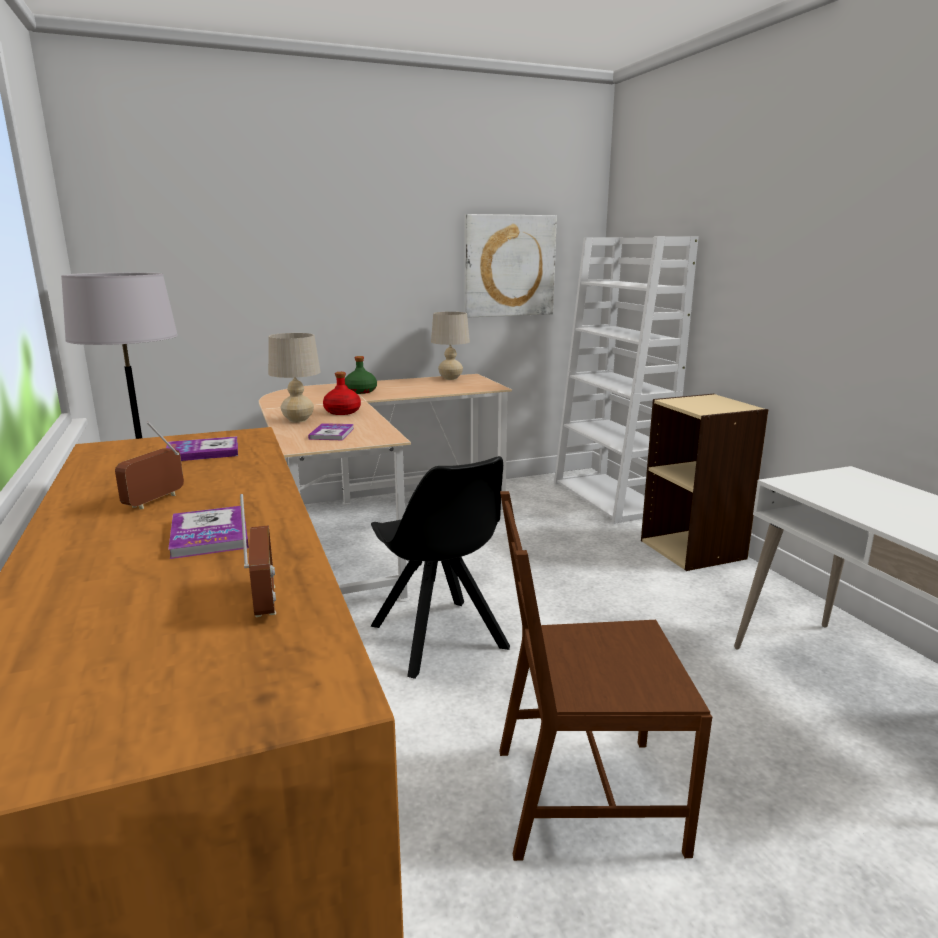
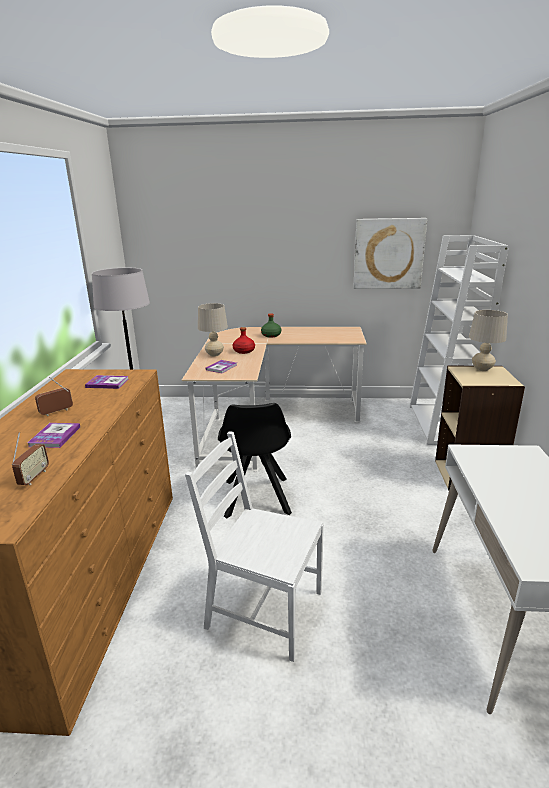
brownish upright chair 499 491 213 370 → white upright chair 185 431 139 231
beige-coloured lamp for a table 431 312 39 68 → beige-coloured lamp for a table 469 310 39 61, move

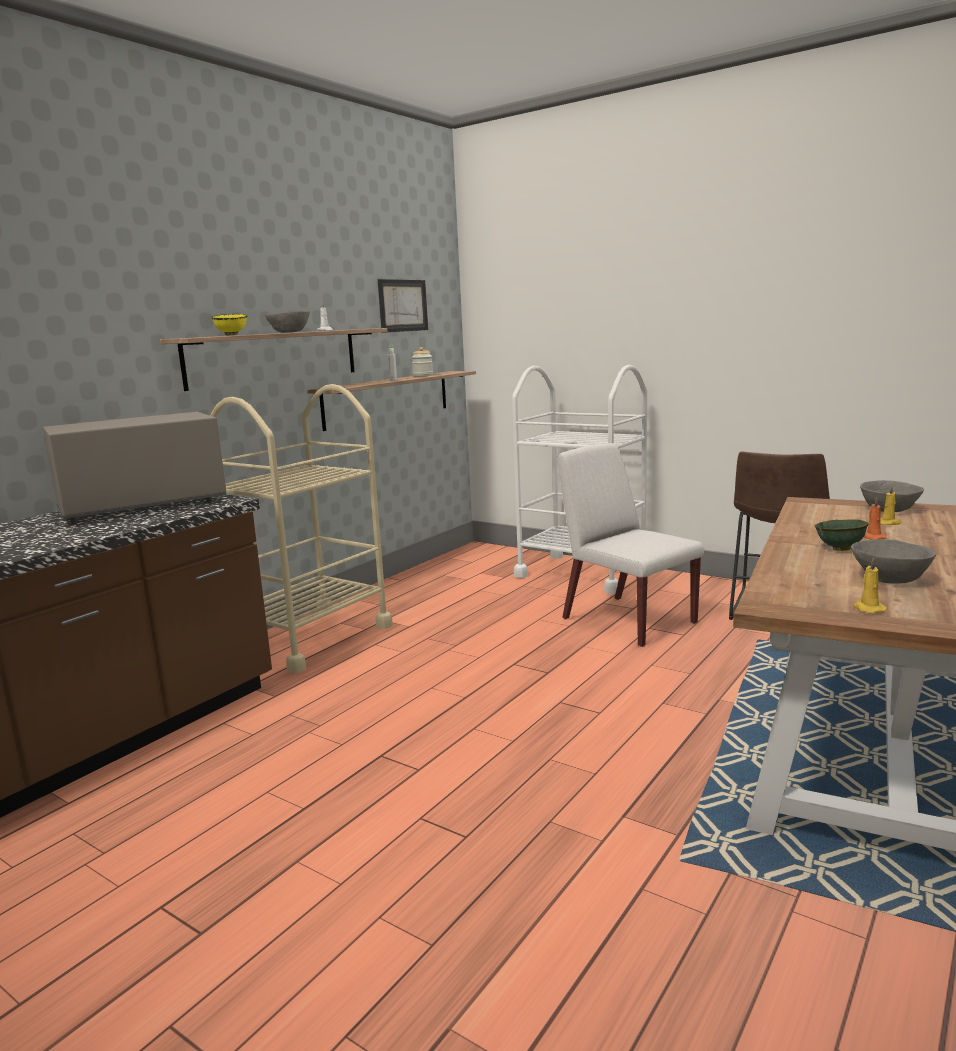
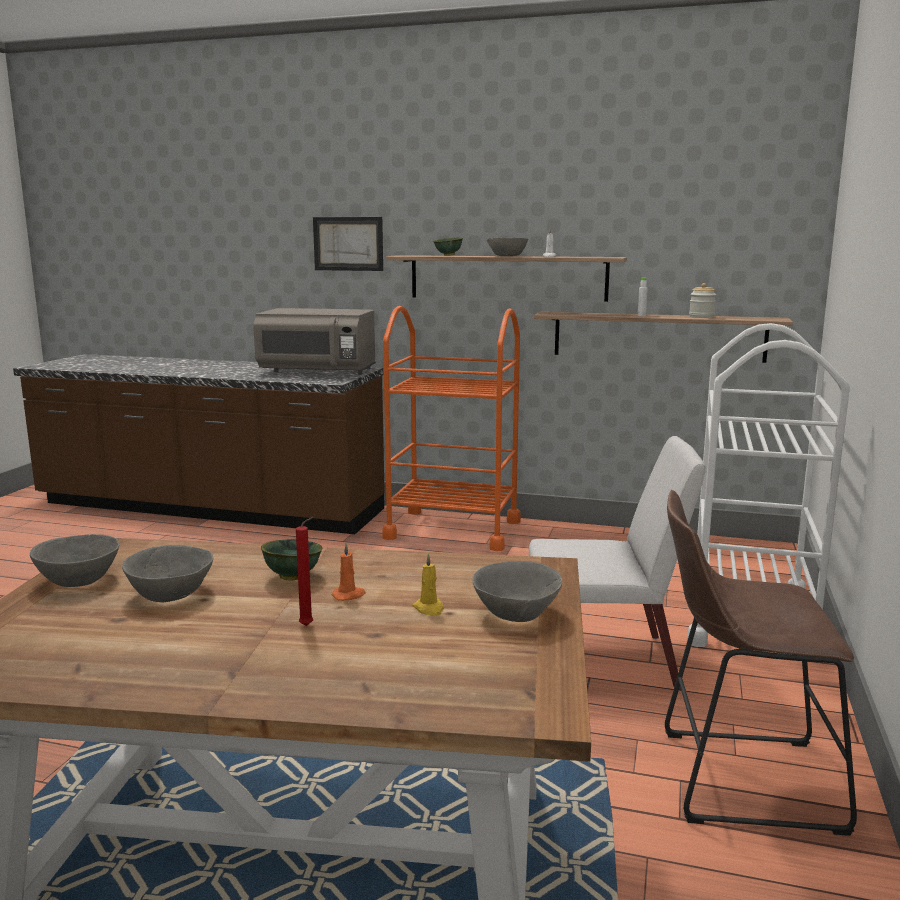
yellowish candle 853 557 34 57 → grey serving bowl 30 534 89 53
grey microwave 43 412 183 112 → grey microwave 253 308 123 66, 150 degrees clockwise
- → red-coloured candle 296 517 18 109
picture 378 279 50 54 → picture 313 217 70 54, move
beige-coloured trolley 210 384 183 289 → orange-coloured trolley 382 306 139 245
yellowish serving bowl 211 314 37 21 → green-coloured serving bowl 433 238 30 18
white upright chair 557 443 147 204 → white upright chair 529 436 177 255, 60 degrees clockwise

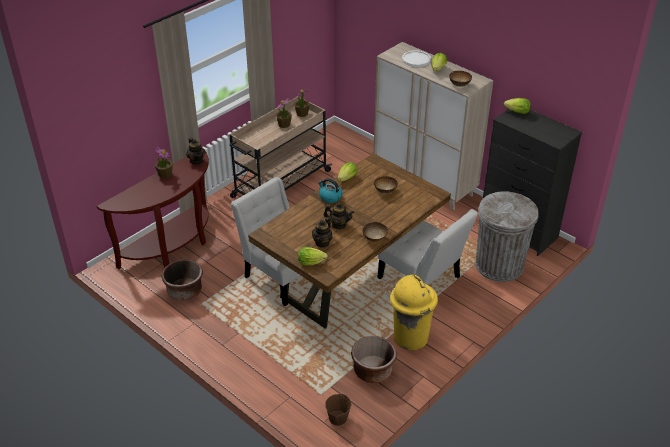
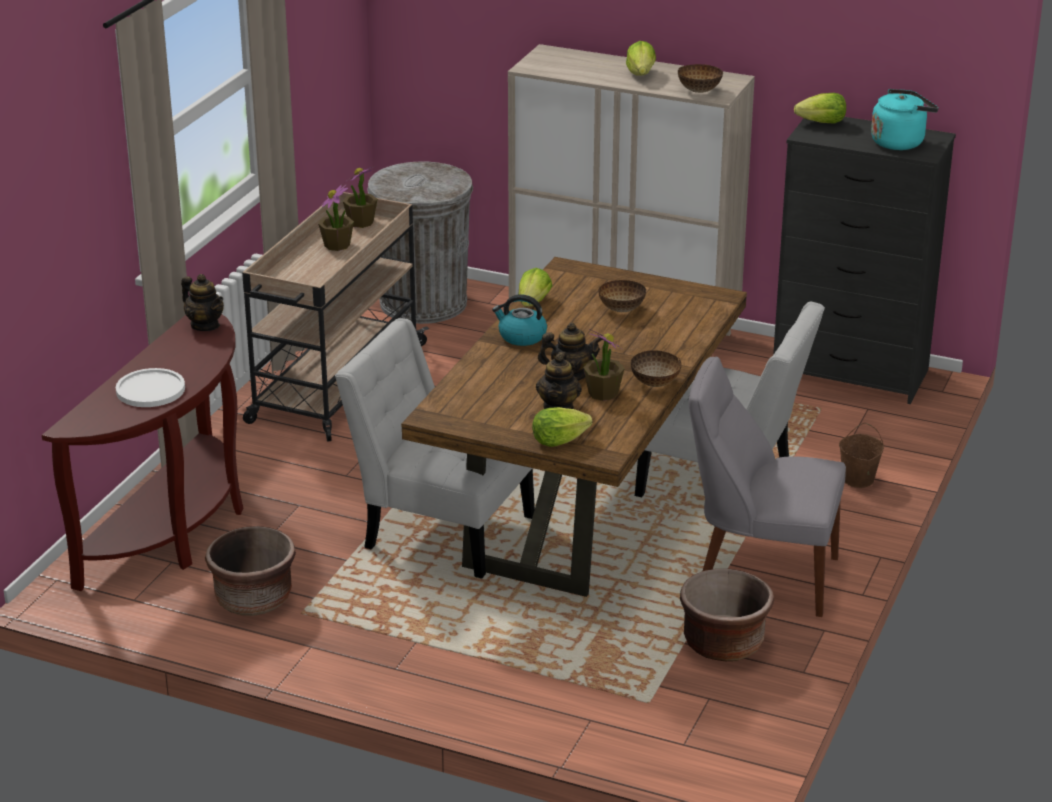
white plate 402 50 29 17 → white plate 116 368 69 39, move
grey trash can 475 191 63 91 → grey trash can 367 162 106 162, move
potted plant 154 146 19 32 → potted plant 583 329 41 72, move
yellowish trash can 390 275 48 75 → grey upright chair 689 356 157 261
brownish bucket 325 394 26 32 → brownish bucket 839 423 45 65, move
- → turquoise-coloured kettle 871 89 68 61

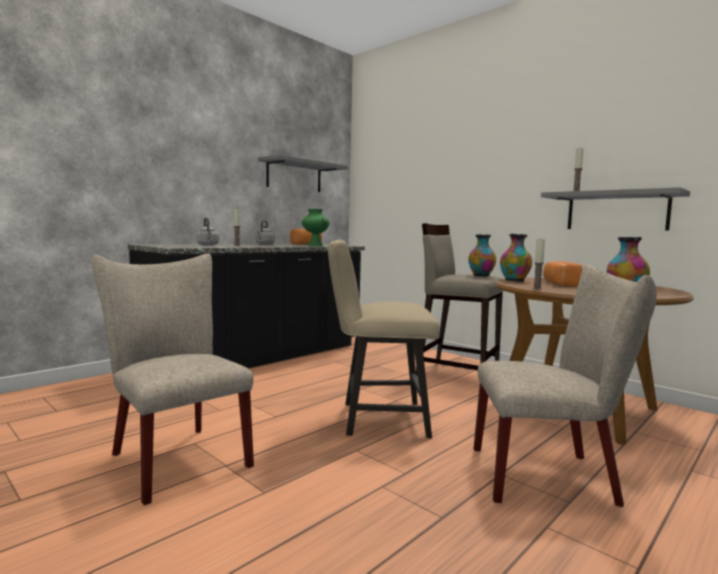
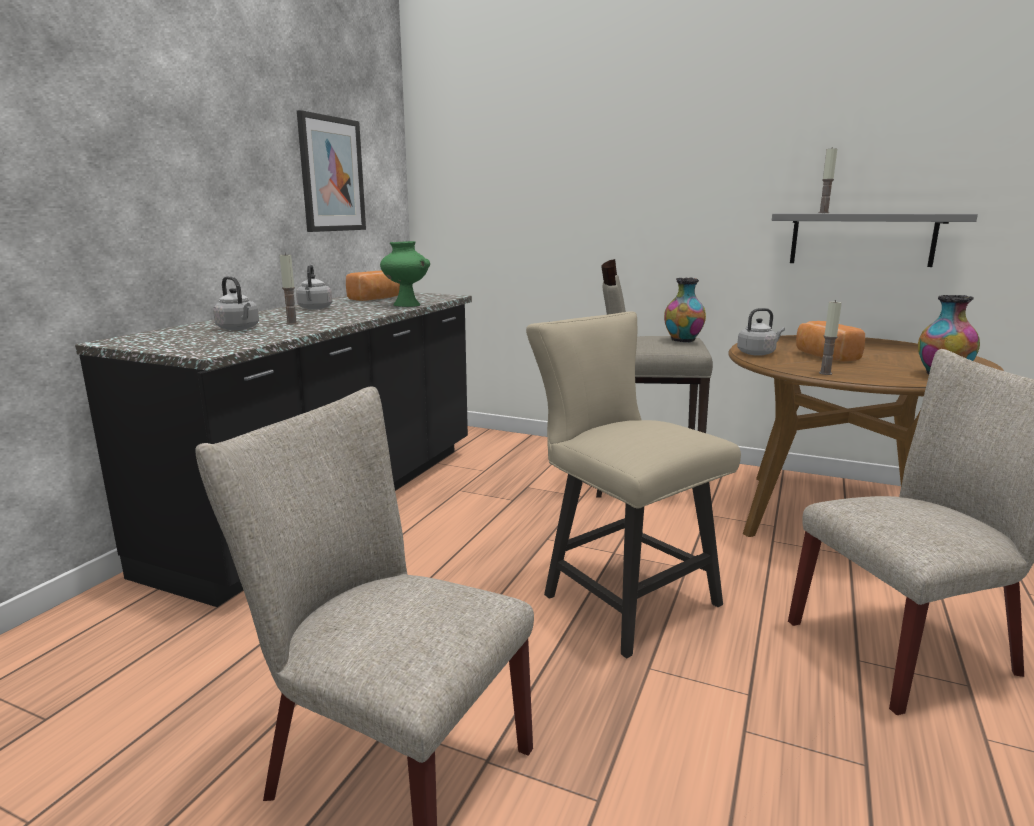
grey shelf 258 154 90 38 → picture 297 110 69 122
beige-coloured upright chair 328 239 112 199 → beige-coloured upright chair 526 311 215 347, 75 degrees clockwise
vase 500 234 32 48 → grey kettle 737 308 48 48

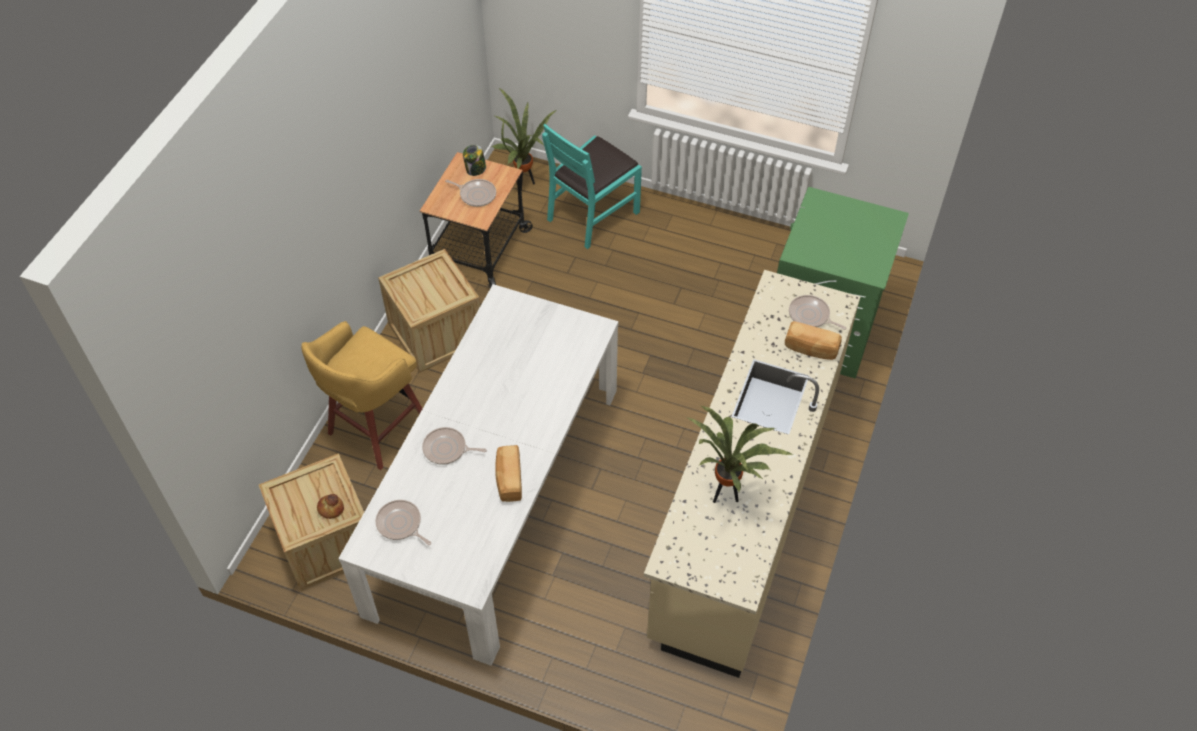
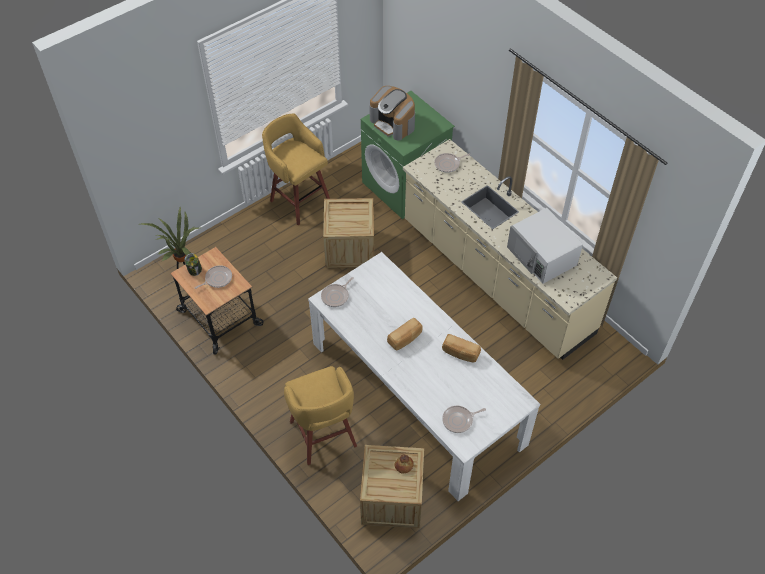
- → yellowish stool 262 113 68 112
frying pan 422 427 65 38 → frying pan 321 277 33 30, move
packing crate 378 249 102 124 → packing crate 323 198 51 70, move
- → coffee brewer 369 86 46 55
baked bread 785 321 57 39 → baked bread 387 318 36 32, move
potted plant 688 406 105 97 → white microwave 507 208 76 76
turquoise-coloured upright chair 542 124 100 125 → -

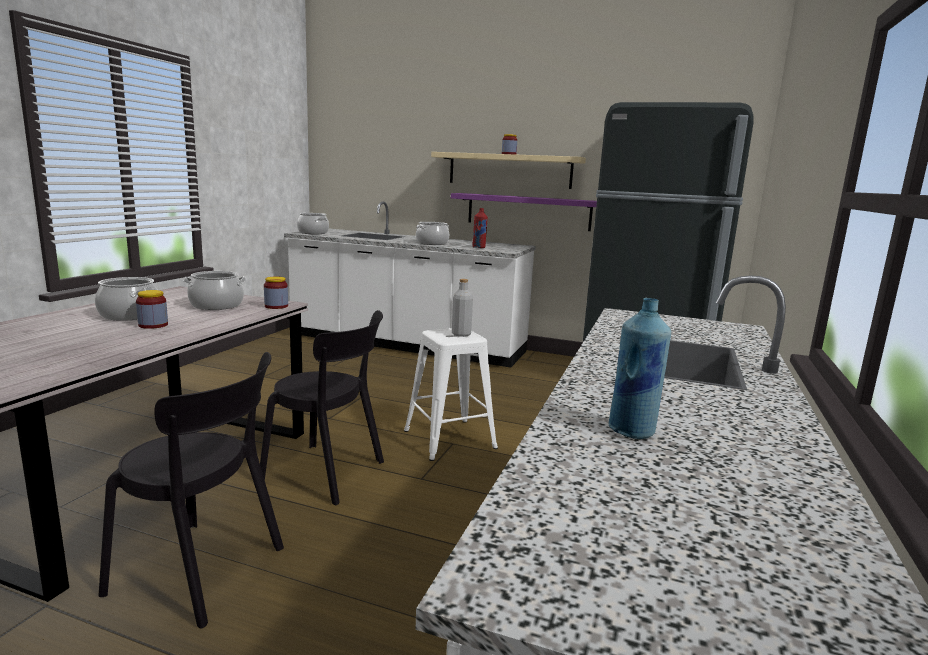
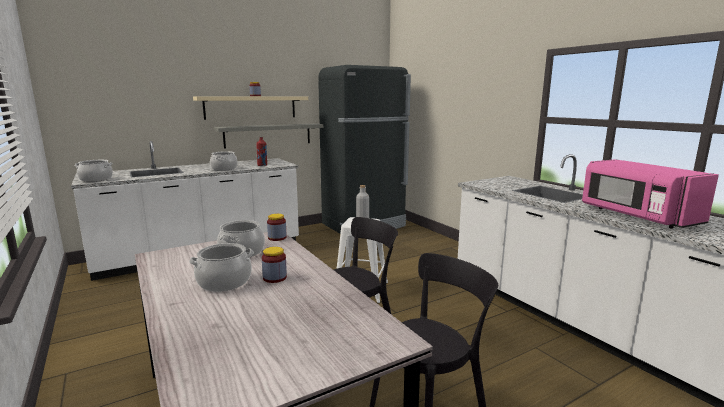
purple shelf 451 193 146 38 → grey shelf 214 123 109 25
blue drink bottle 609 298 62 141 → pink-coloured microwave 582 159 137 69

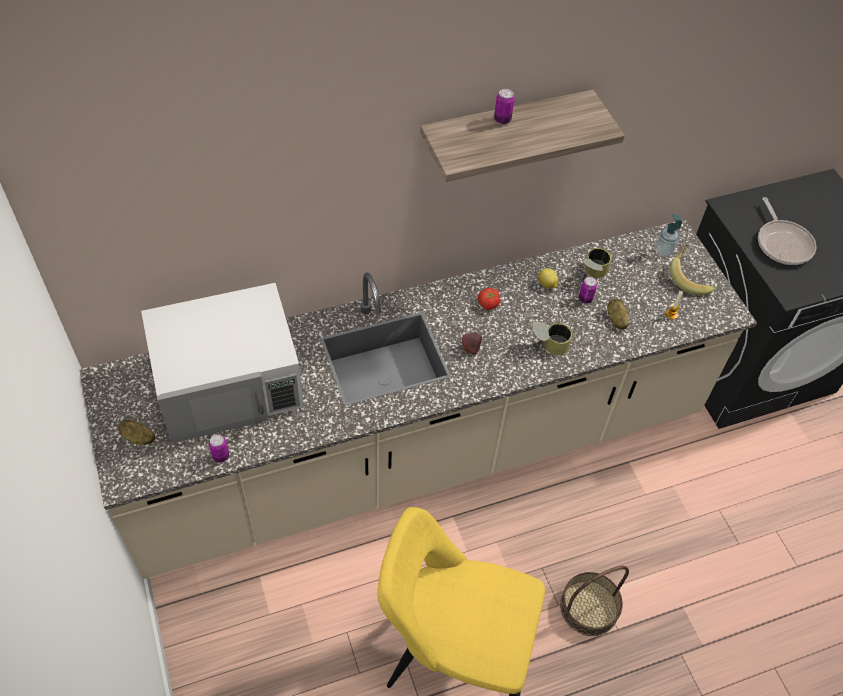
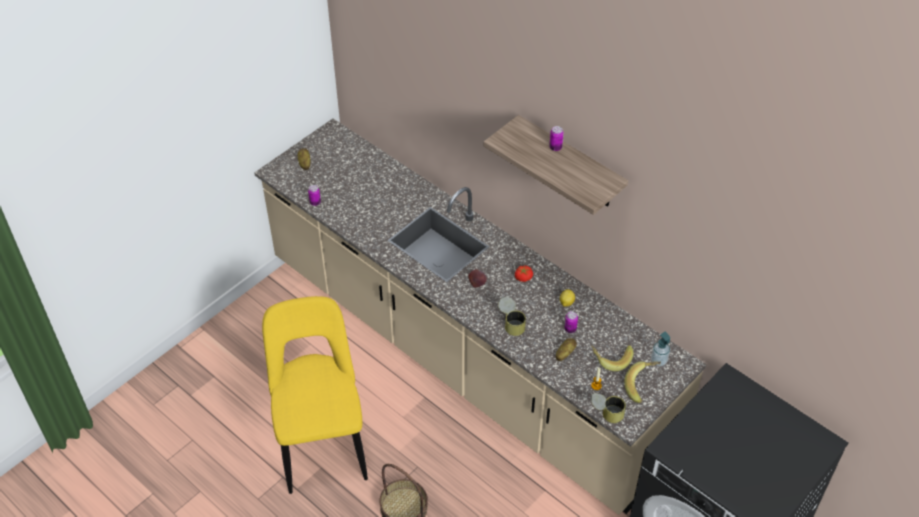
- → banana 591 345 43 26
can 583 248 29 30 → can 591 393 35 30, move
white microwave 141 283 163 160 → -
frying pan 758 197 59 68 → -

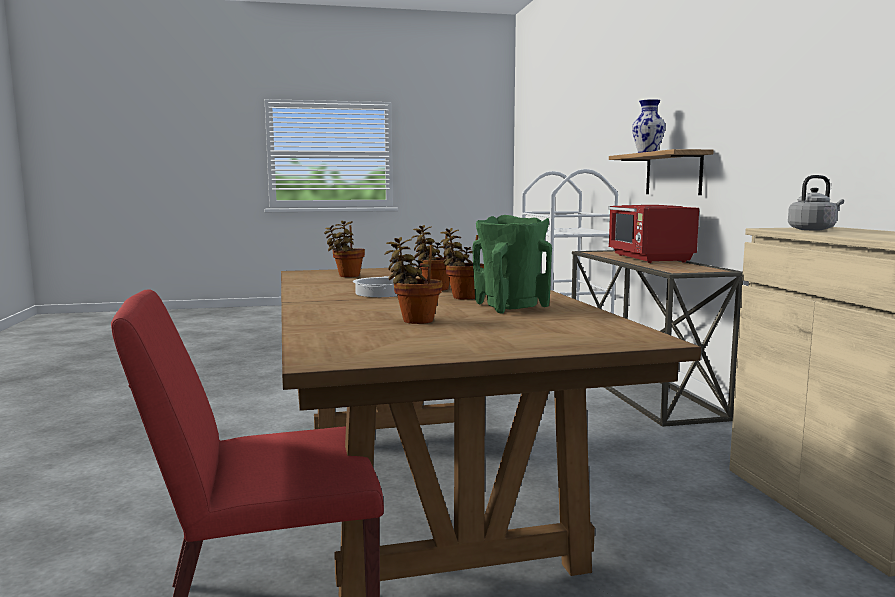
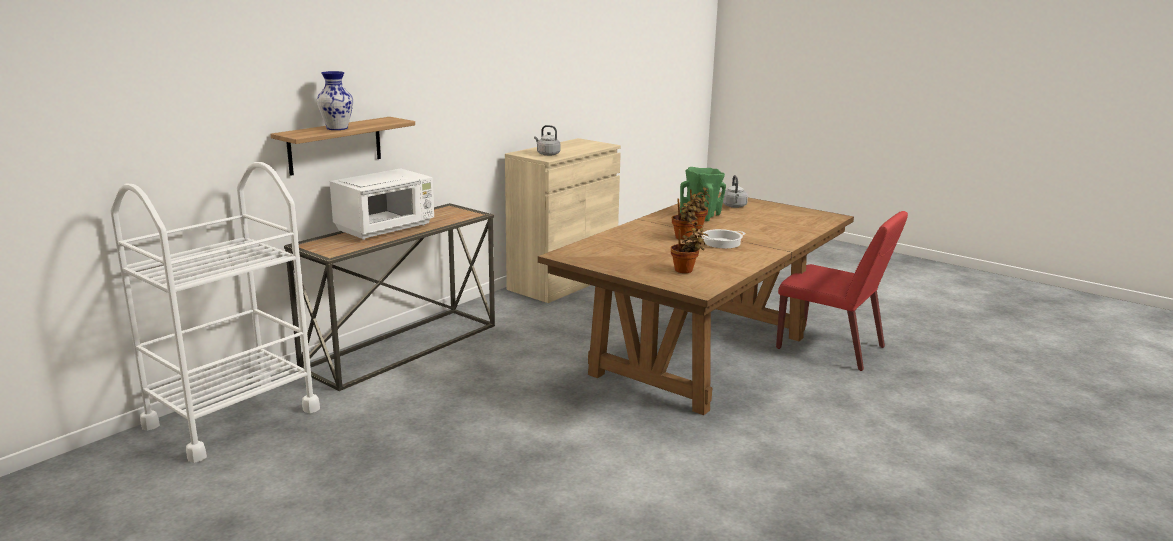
red-coloured microwave 608 205 91 58 → white microwave 330 169 104 71
- → grey kettle 723 175 25 33
potted plant 384 237 59 87 → -

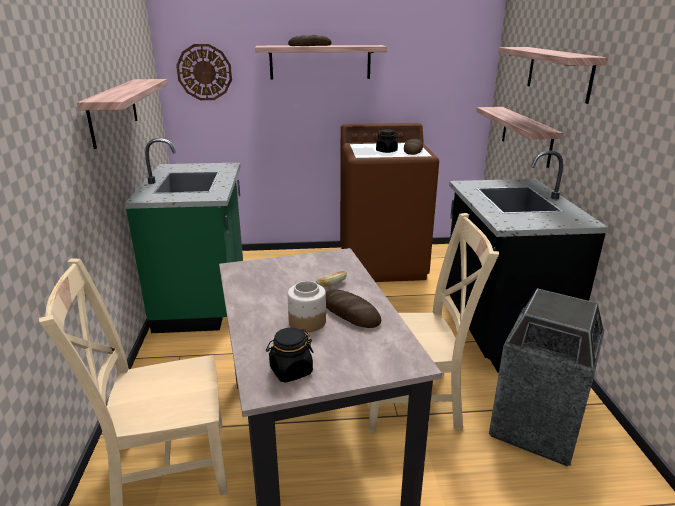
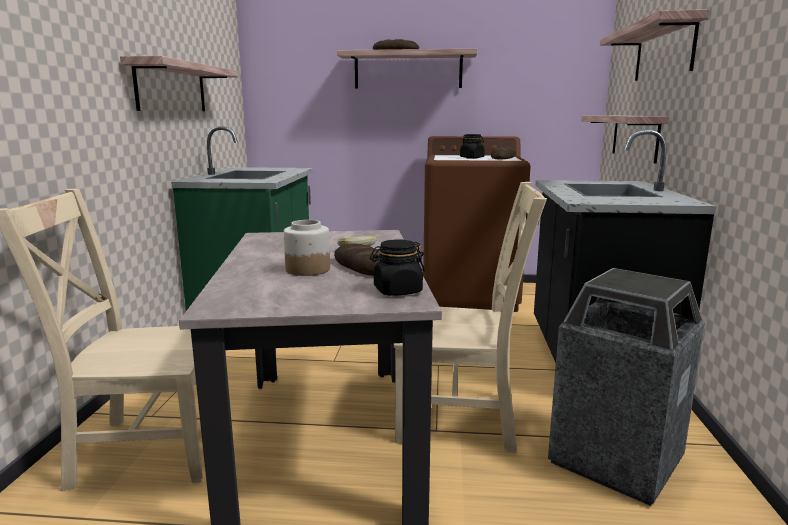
black jar 266 328 48 55 → black jar 370 239 55 57, move
clock on the wall 176 44 56 56 → -

